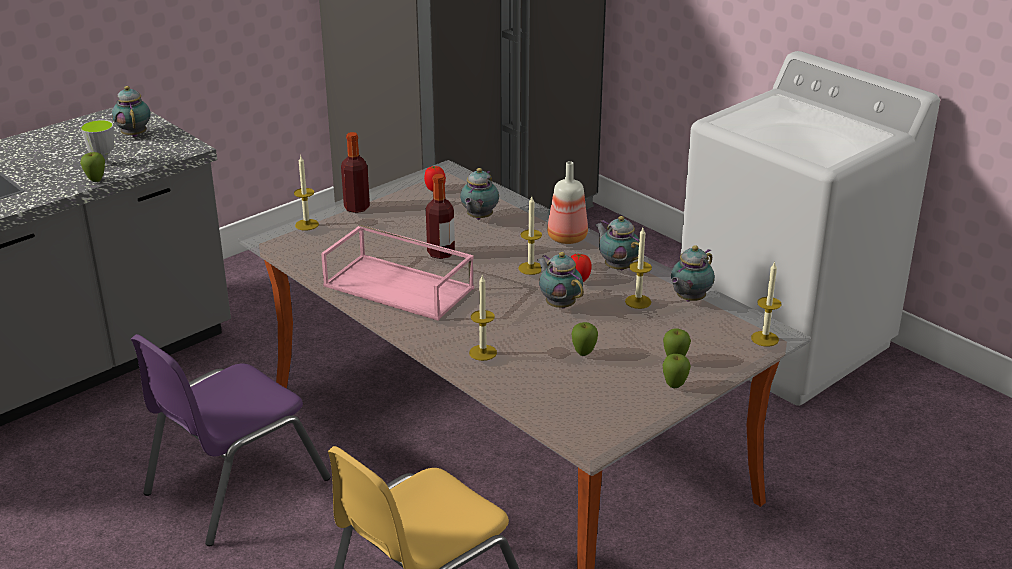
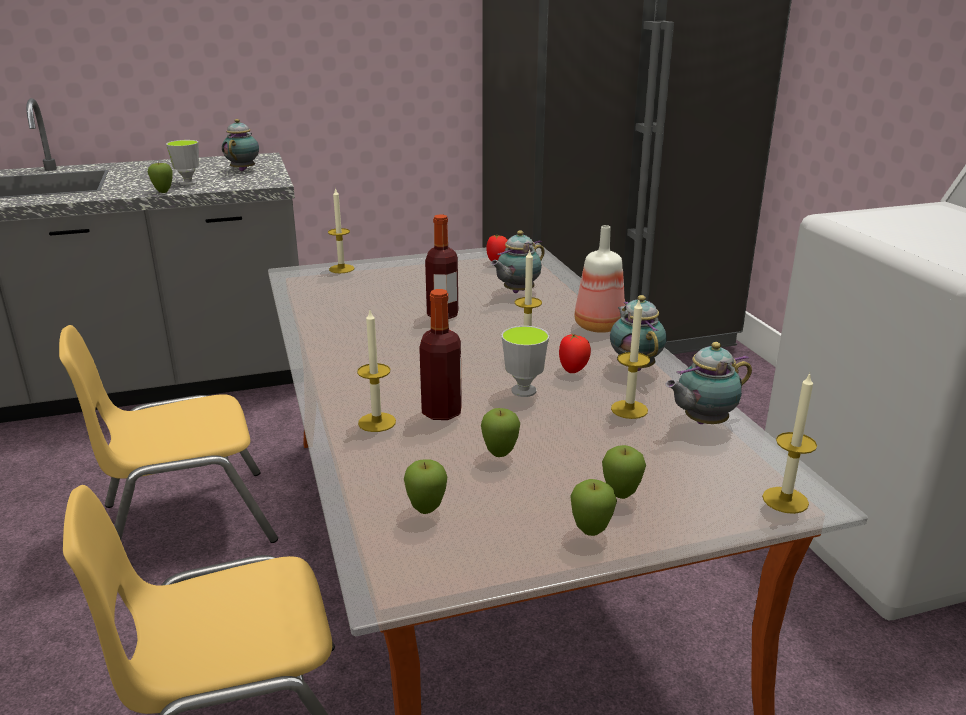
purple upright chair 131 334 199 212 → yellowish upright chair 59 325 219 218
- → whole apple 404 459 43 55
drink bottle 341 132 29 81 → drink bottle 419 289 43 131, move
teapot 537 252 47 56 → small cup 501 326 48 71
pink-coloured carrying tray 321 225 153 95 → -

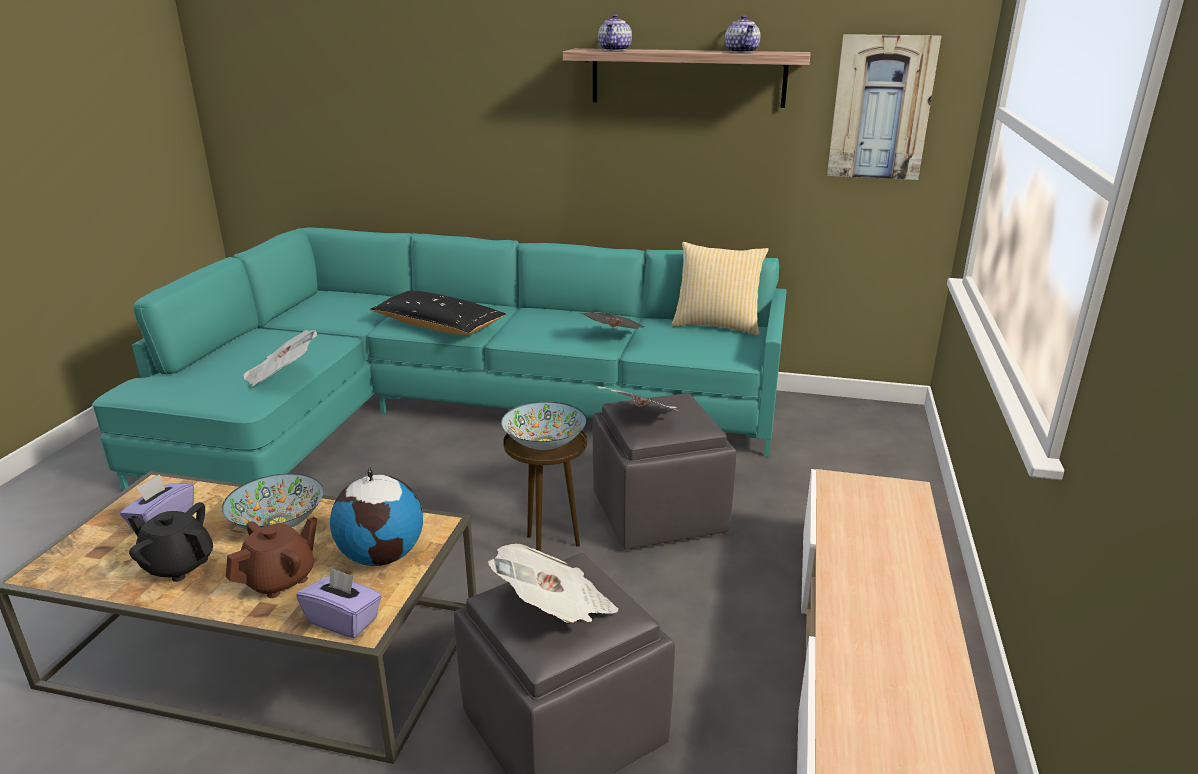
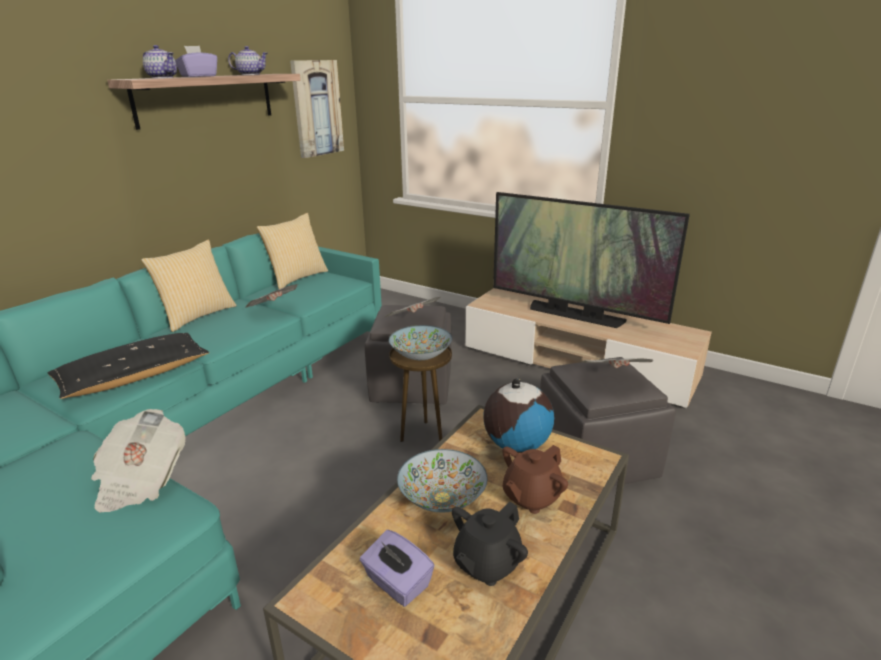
- → pillow 141 239 96 93
purple tissue box 296 567 86 71 → purple tissue box 175 46 42 31, move
- → television 493 192 197 136
brownish teapot 226 516 91 82 → brownish teapot 502 445 66 69, 105 degrees counterclockwise

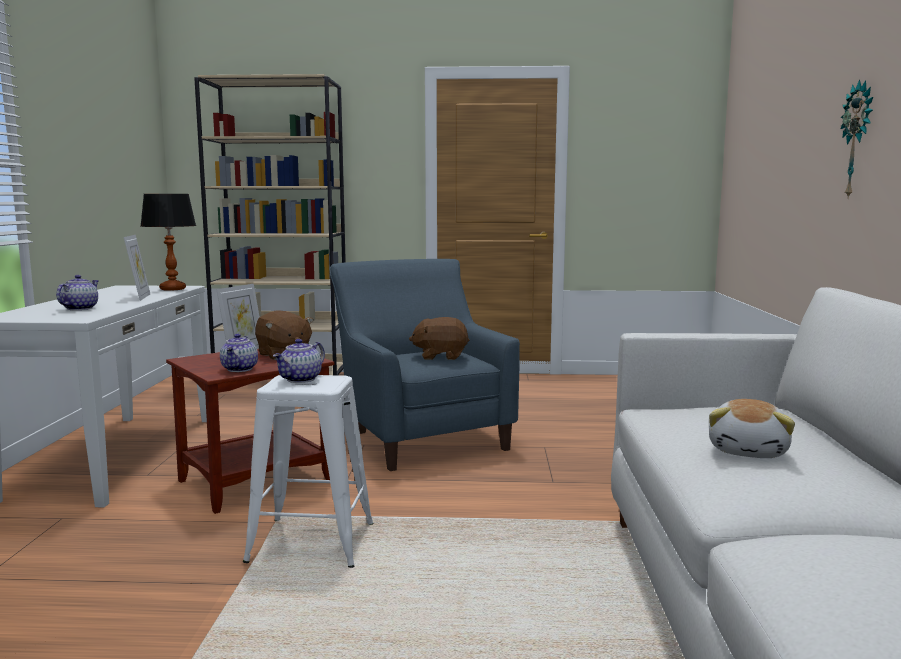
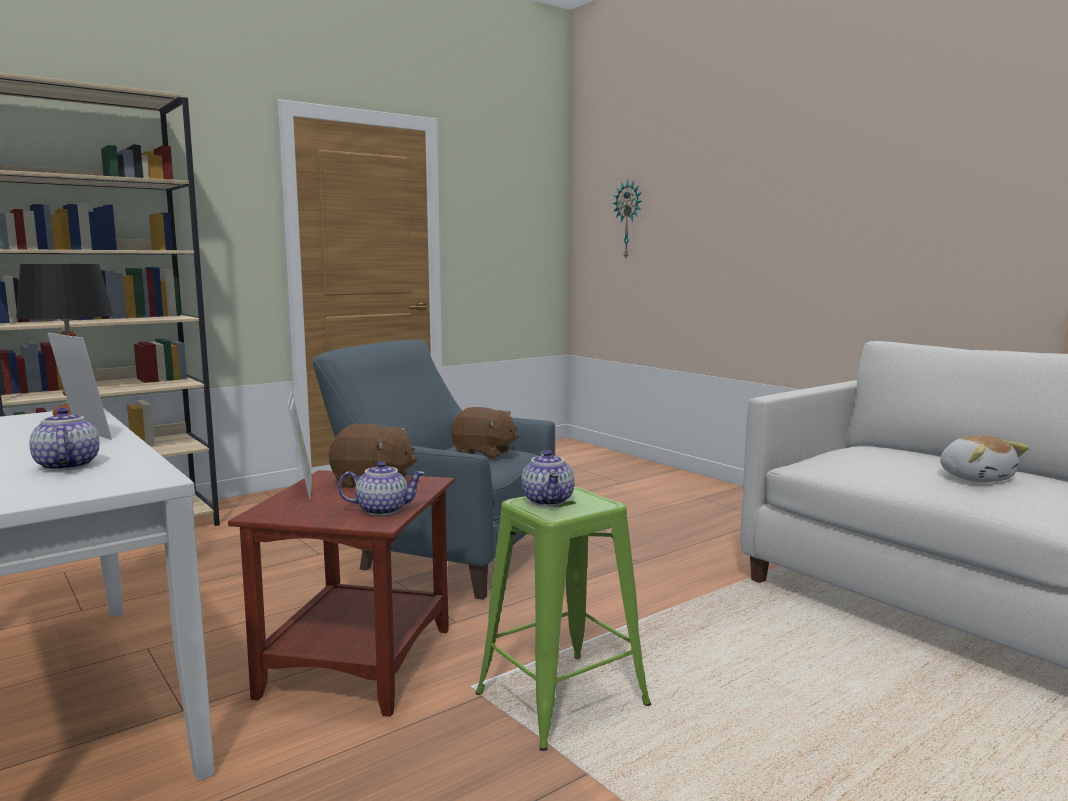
teapot 220 334 38 38 → teapot 338 461 87 55, 60 degrees counterclockwise
brownish soft toy 409 317 60 43 → brownish soft toy 451 407 68 52, 120 degrees counterclockwise
white stool 243 375 131 193 → green-coloured stool 476 487 175 264
clock on the wall 841 80 32 118 → clock on the wall 612 180 30 78, move

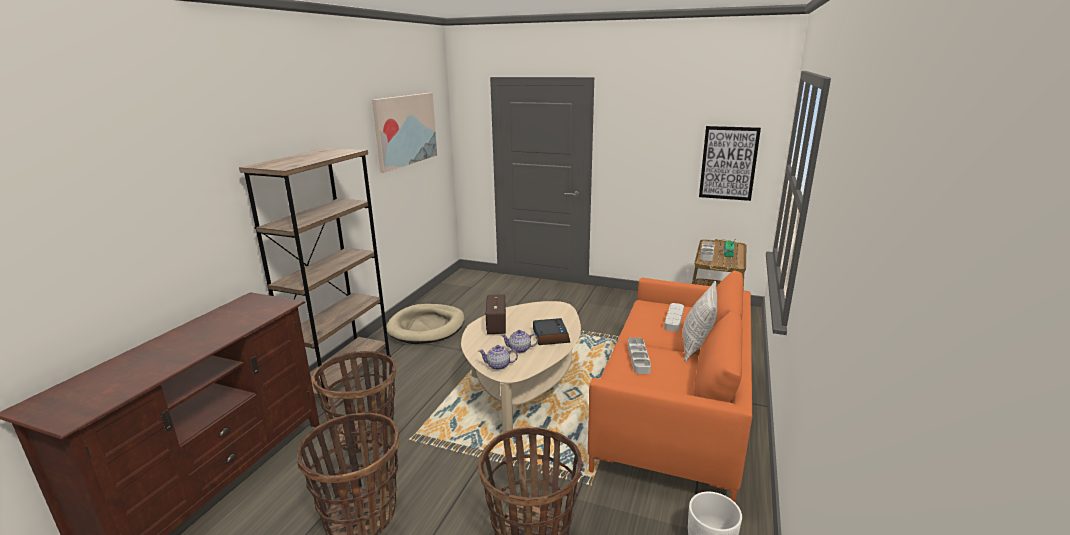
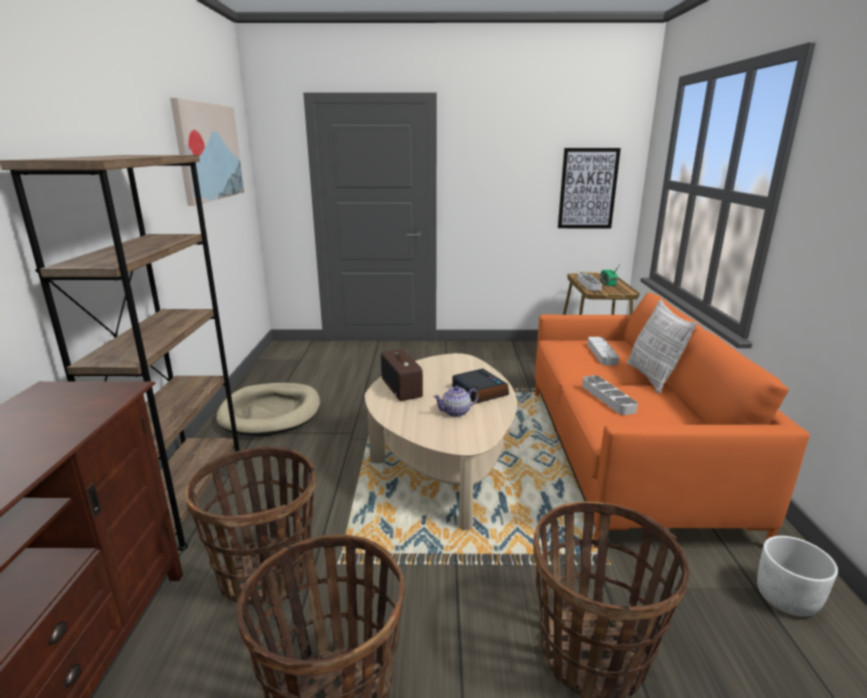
teapot 479 345 39 25 → -

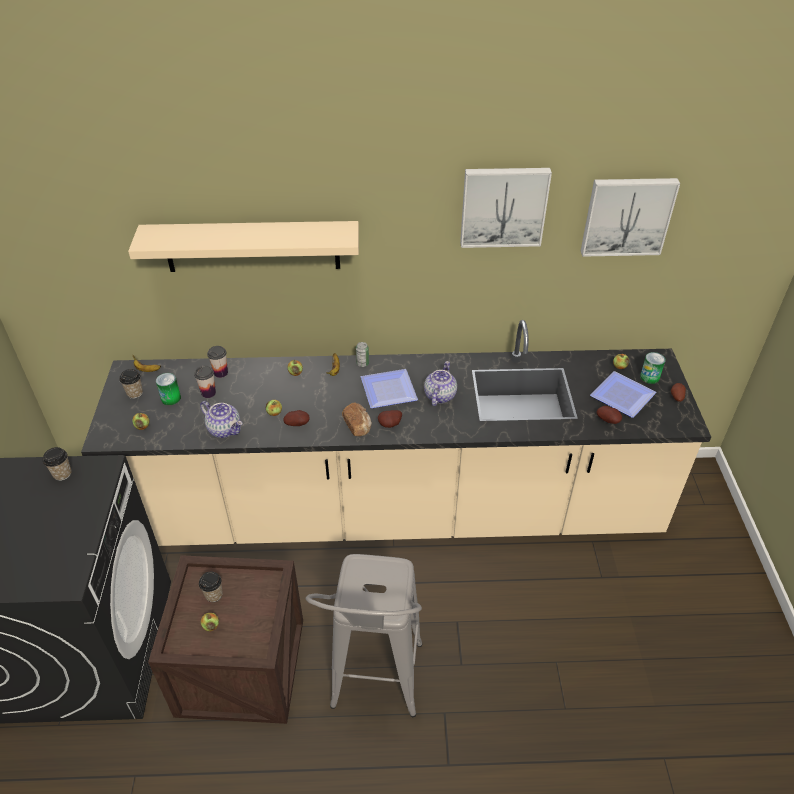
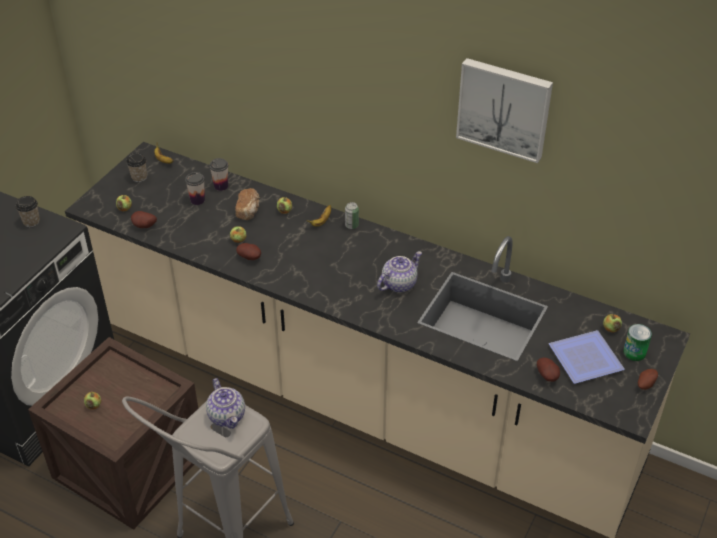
potato 378 410 24 18 → potato 131 211 26 17, move
teapot 200 401 43 37 → teapot 206 378 39 51, move
baked bread 342 403 30 33 → baked bread 235 188 25 32, move
beige-coloured shelf 128 221 231 51 → -
can 156 373 25 32 → -
small cup 199 572 24 30 → -
plate 361 369 57 39 → -
picture 581 178 99 79 → -

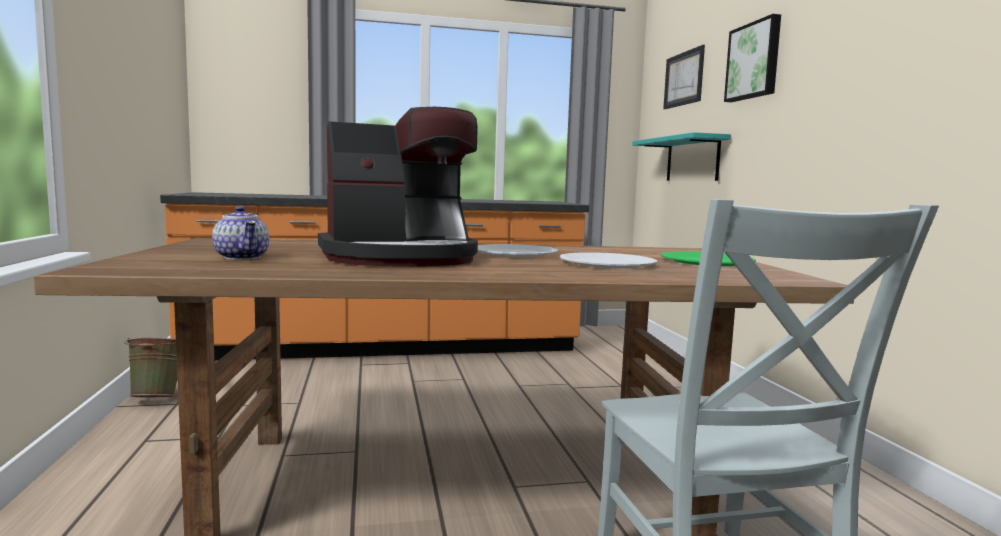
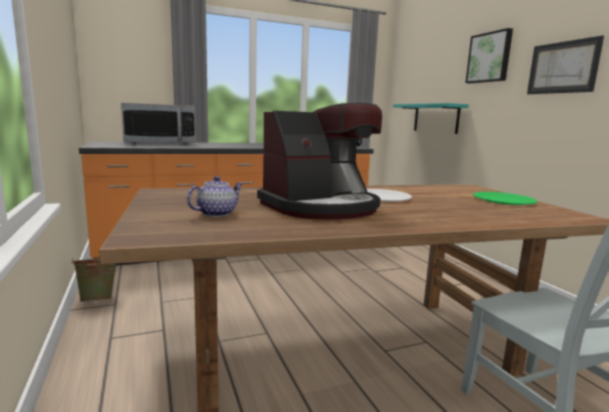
- → microwave 121 103 75 42
teapot 212 206 57 54 → teapot 187 176 56 41, 90 degrees counterclockwise
picture 663 45 42 64 → picture 527 35 77 59, move
white plate 560 252 97 16 → -

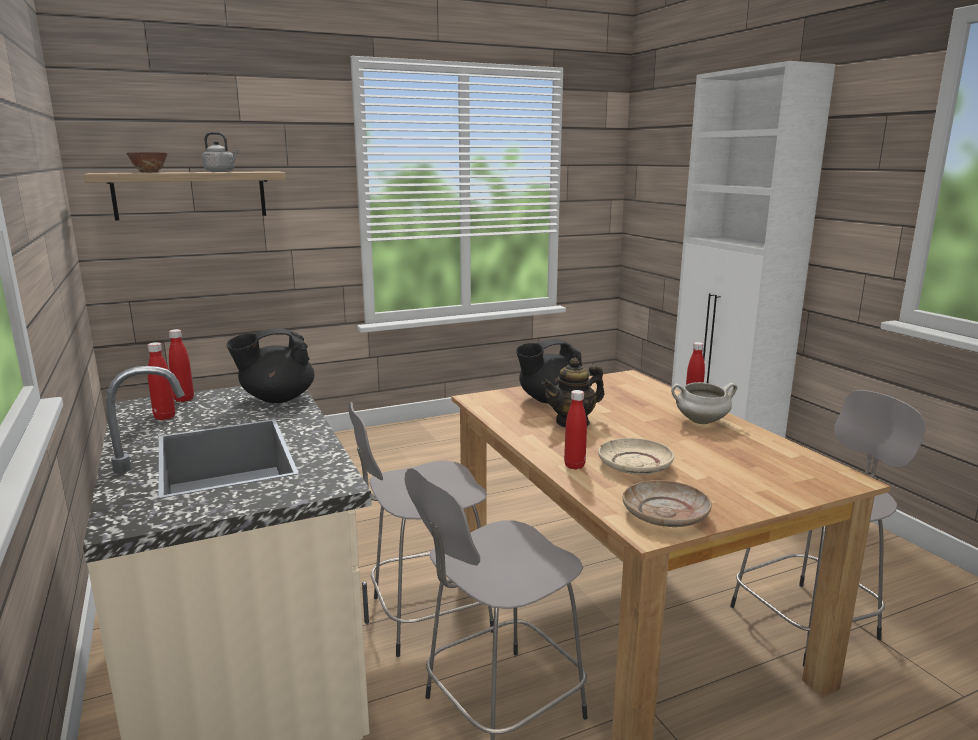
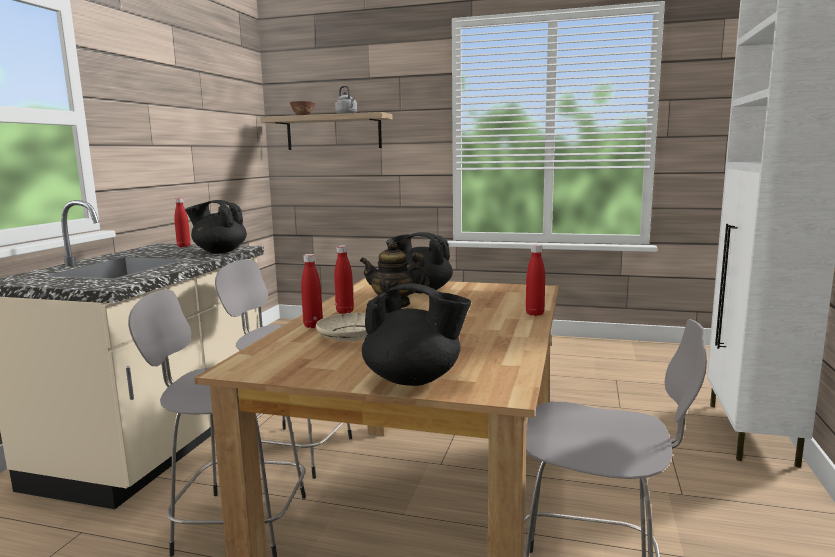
red-coloured drink bottle 148 342 27 78 → red-coloured drink bottle 334 245 20 69, move
- → black teapot 362 283 109 103
beige-coloured plate 623 480 89 47 → -
white cooking pot 671 382 66 42 → -

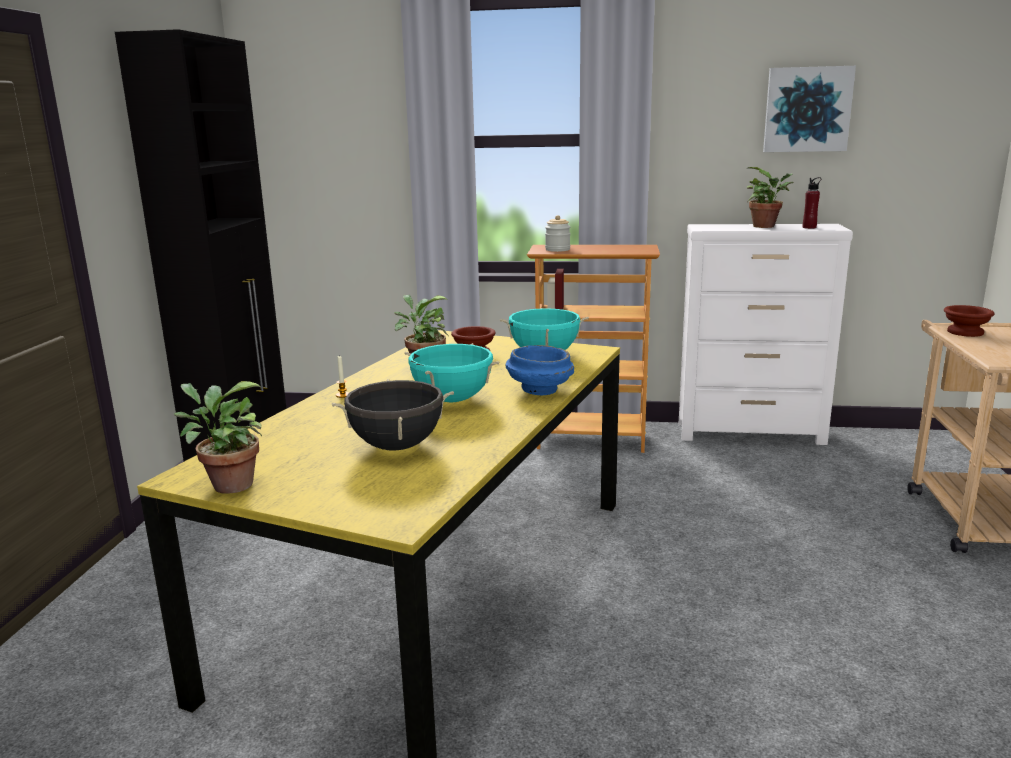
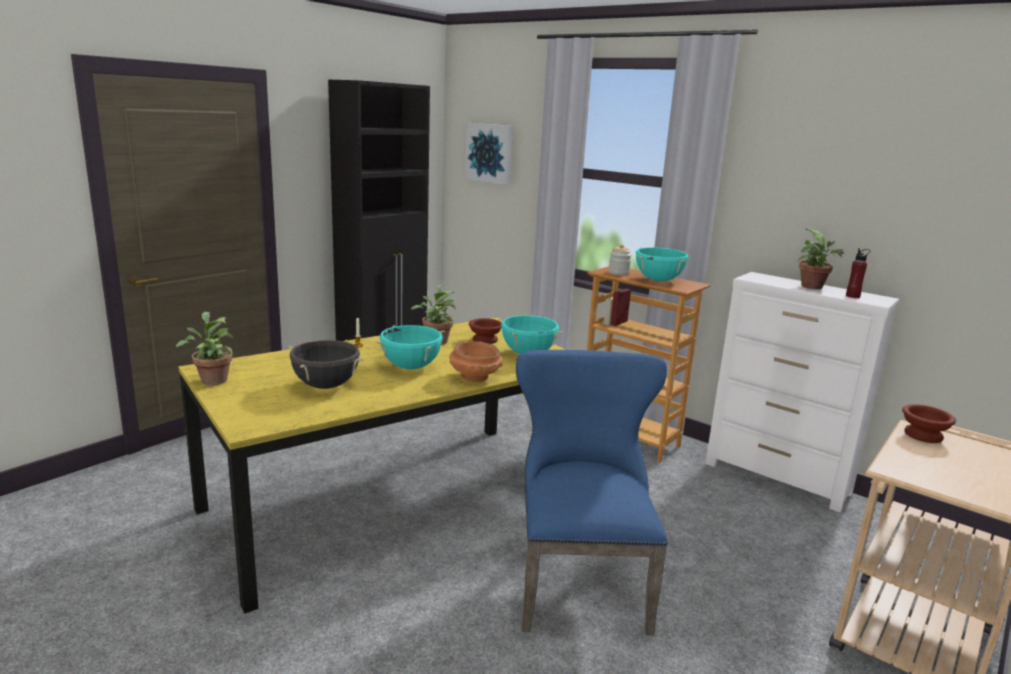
blue serving bowl 505 345 69 50 → orange-coloured serving bowl 449 341 54 41
picture 763 66 93 86 → picture 465 123 48 62, move
- → blue upright chair 516 350 152 286
- → turquoise-coloured cooking pot 636 247 52 35

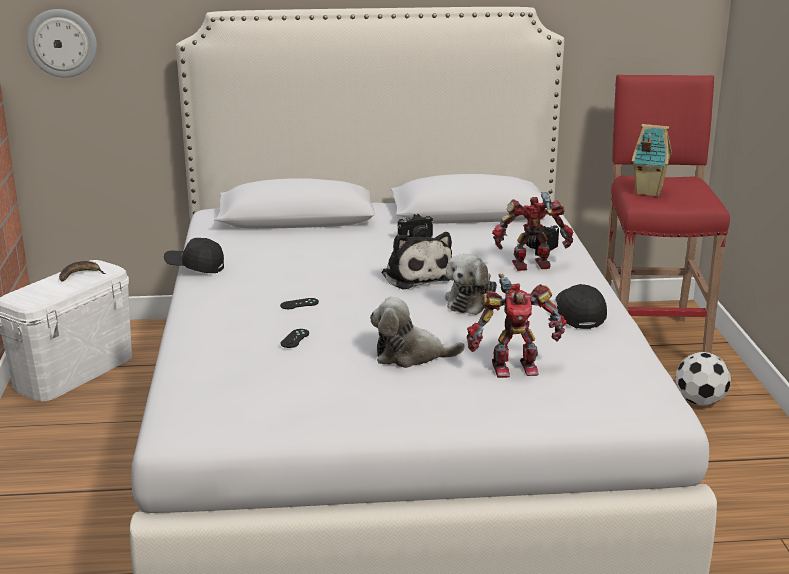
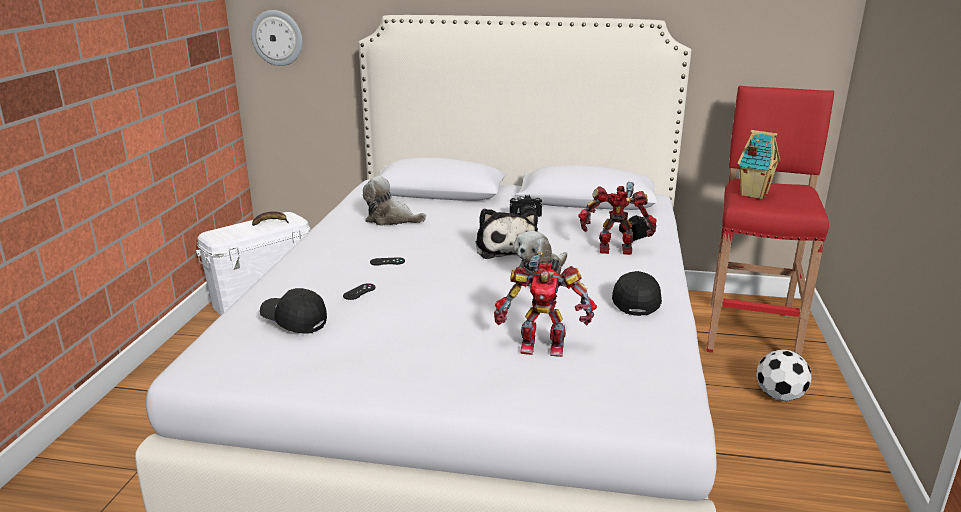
black cap 164 238 60 35 → black cap 260 288 67 46, move
soft toy 370 297 95 71 → soft toy 363 176 63 50, move

